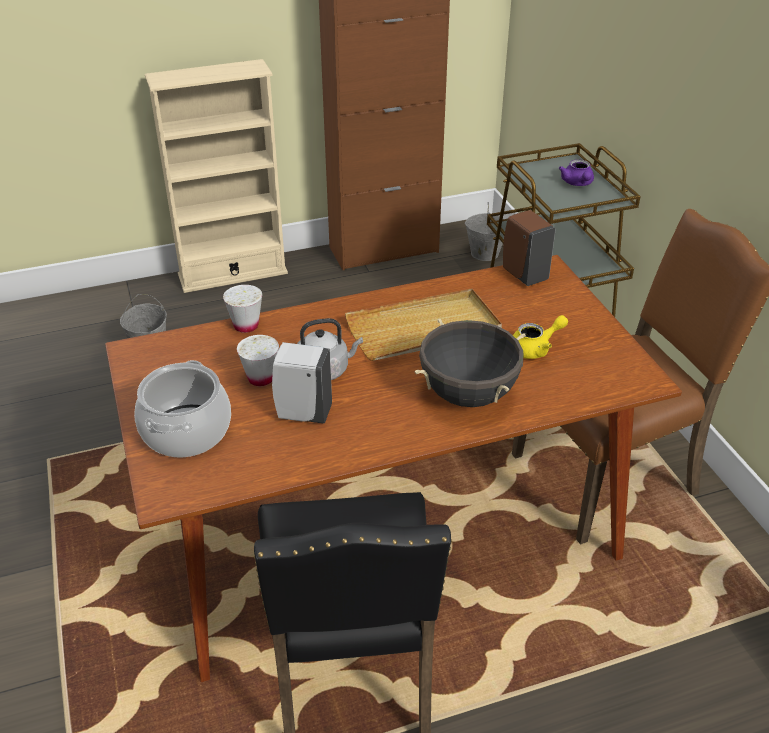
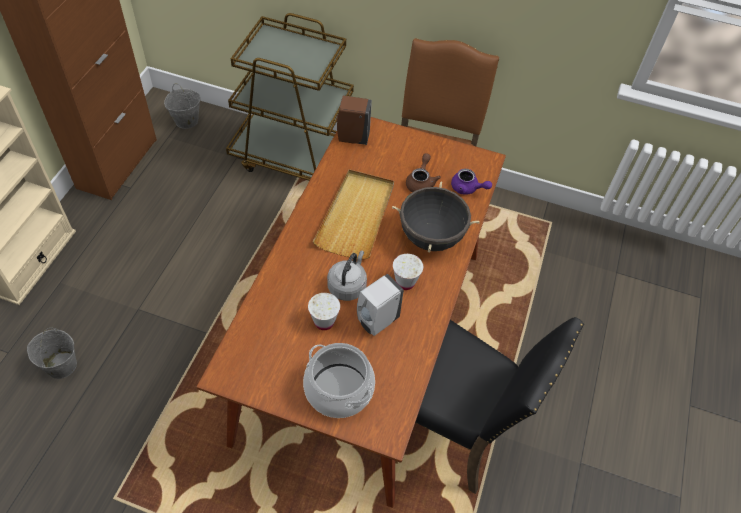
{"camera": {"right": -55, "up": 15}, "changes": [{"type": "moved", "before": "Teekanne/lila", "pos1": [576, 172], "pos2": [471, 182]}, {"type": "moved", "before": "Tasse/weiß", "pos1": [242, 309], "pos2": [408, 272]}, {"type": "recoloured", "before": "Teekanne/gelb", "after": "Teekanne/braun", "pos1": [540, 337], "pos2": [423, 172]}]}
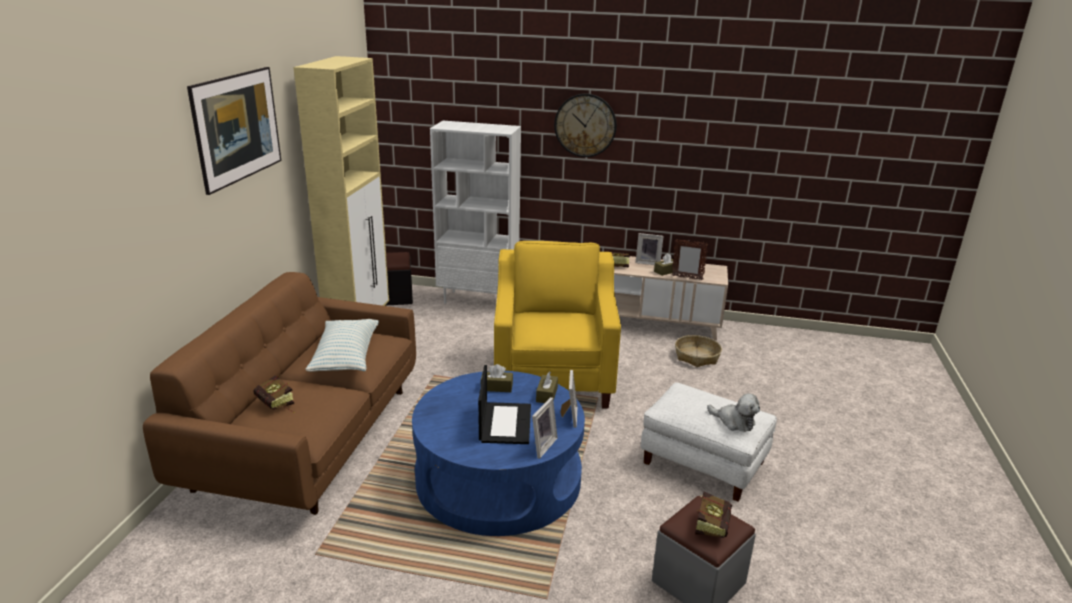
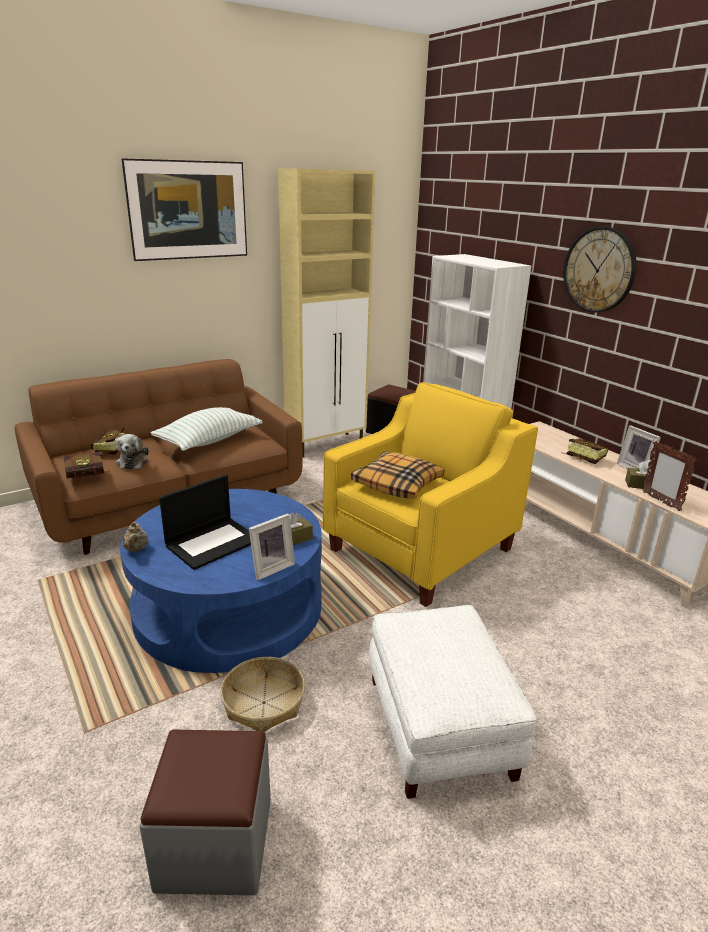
{"camera": {"right": 45, "up": 0}, "changes": [{"type": "moved", "before": "Korb", "pos1": [698, 351], "pos2": [263, 694]}, {"type": "removed", "before": "Taschentuchbox/braun", "pos1": [497, 378]}, {"type": "moved", "before": "Plüschtier", "pos1": [733, 412], "pos2": [132, 452]}, {"type": "removed", "before": "Bilderrahmen", "pos1": [545, 428]}, {"type": "moved", "before": "Buch", "pos1": [713, 515], "pos2": [88, 465]}, {"type": "added", "after": "Kissen", "pos2": [397, 475]}, {"type": "added", "after": "Teekanne/beige", "pos2": [136, 537]}]}
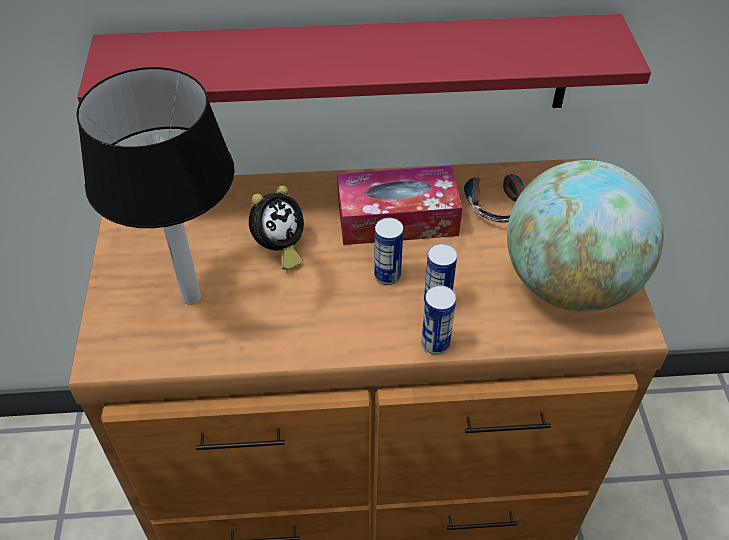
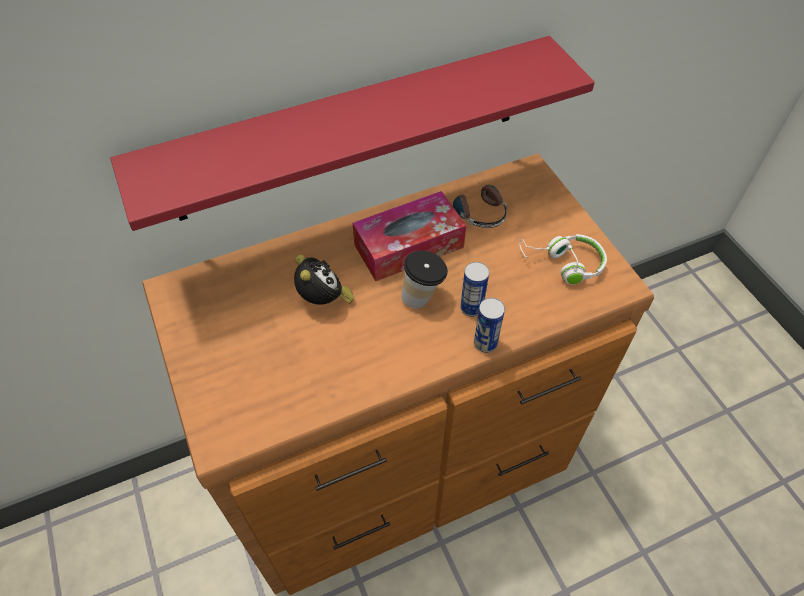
{"camera": {"right": -20, "up": 5}, "changes": [{"type": "removed", "before": "Tischlampe", "pos1": [155, 186]}, {"type": "replaced", "before": "Globus", "after": "Kopfhörer/weiß", "pos1": [585, 236], "pos2": [563, 259]}, {"type": "turned", "before": "Wecker", "pos1": [276, 227], "pos2": [324, 279], "turn": -45}, {"type": "replaced", "before": "Dose", "after": "Tasse", "pos1": [388, 251], "pos2": [424, 280]}]}
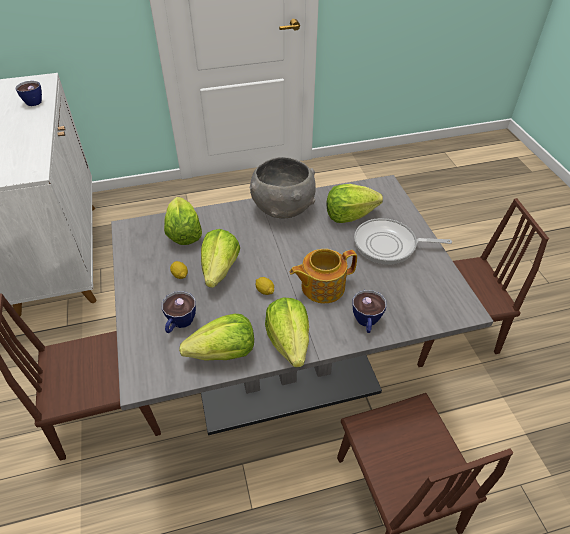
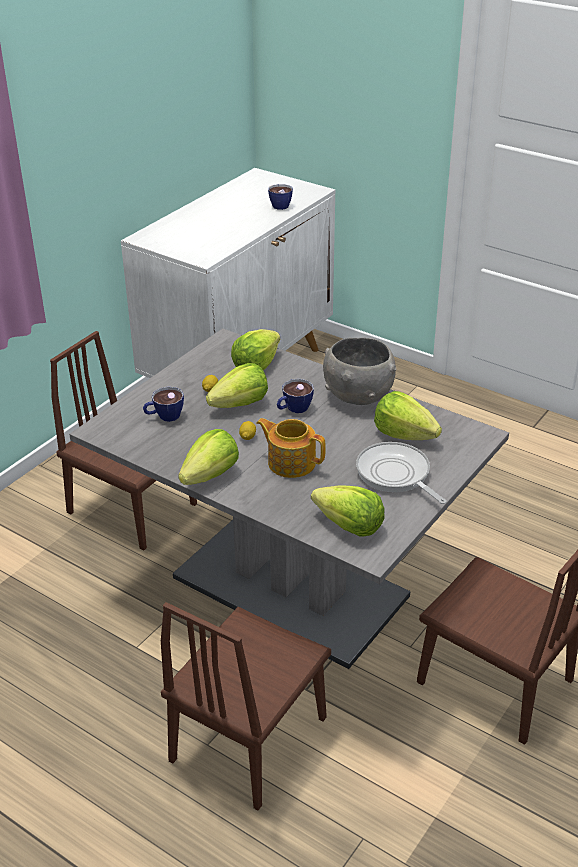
{"camera": {"right": 50, "up": -10}, "changes": [{"type": "moved", "before": "Tasse", "pos1": [370, 311], "pos2": [295, 396]}, {"type": "moved", "before": "Salatkopf", "pos1": [216, 337], "pos2": [348, 511]}]}
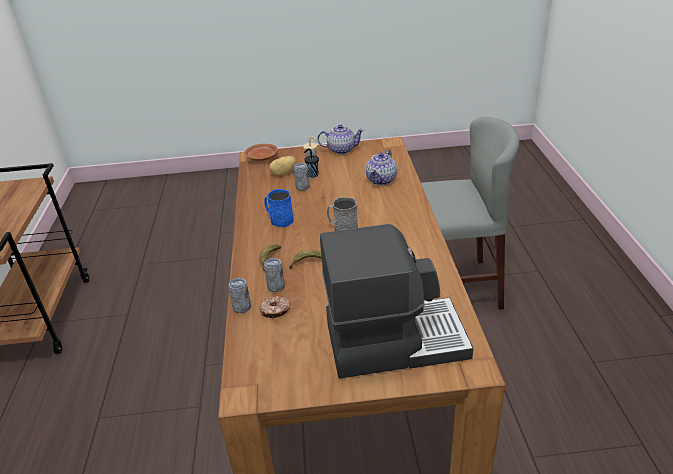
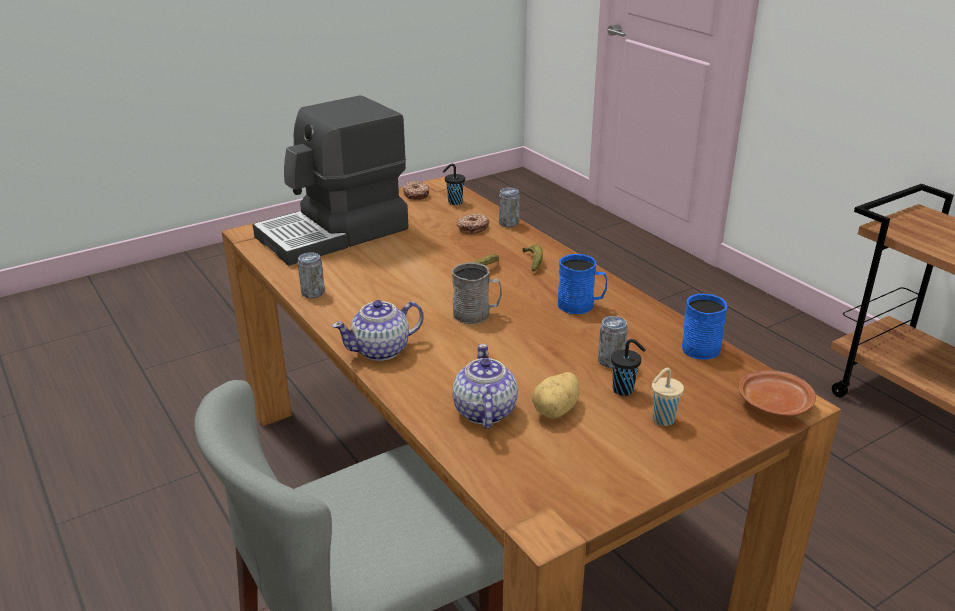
{"camera": {"right": 150, "up": -5}, "changes": [{"type": "moved", "before": "Teekanne", "pos1": [340, 139], "pos2": [378, 330]}, {"type": "moved", "before": "Kartoffel", "pos1": [283, 165], "pos2": [555, 395]}, {"type": "moved", "before": "Dose", "pos1": [274, 275], "pos2": [311, 275]}, {"type": "added", "after": "Tasse/schwarz", "pos2": [453, 184]}, {"type": "added", "after": "Donut", "pos2": [416, 190]}, {"type": "added", "after": "Henkelbecher/blau", "pos2": [705, 327]}]}
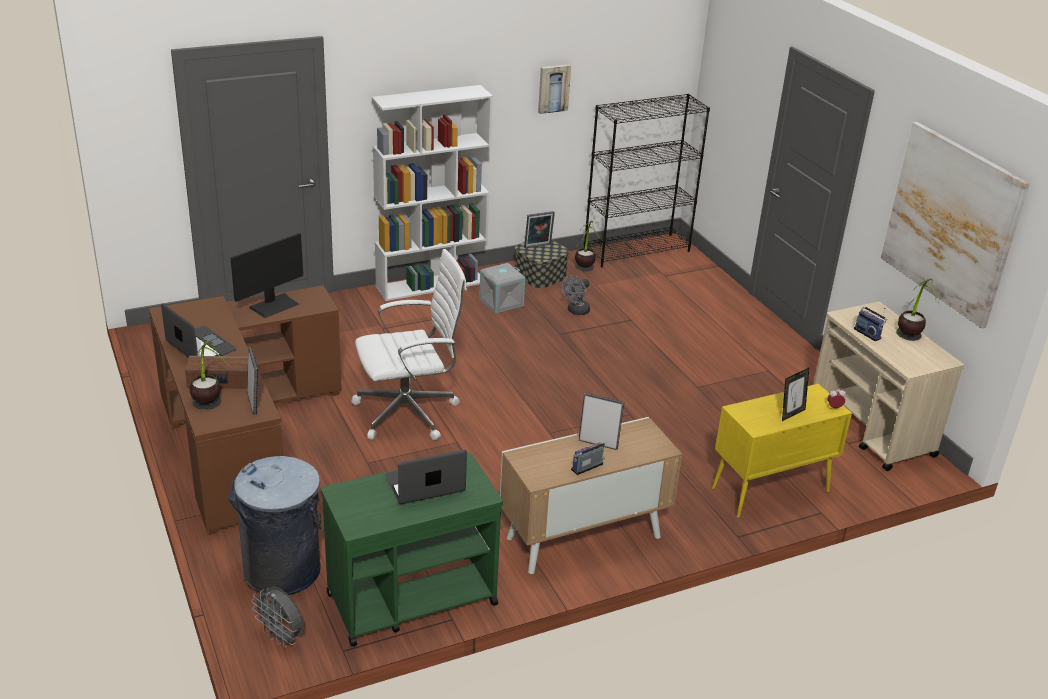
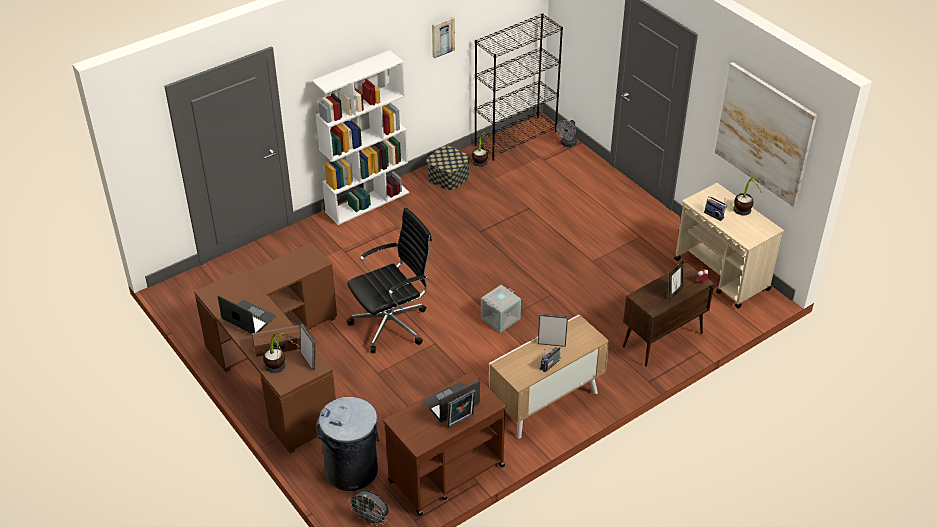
{"camera": {"right": -10, "up": 10}, "changes": [{"type": "moved", "before": "Bilderrahmen", "pos1": [539, 229], "pos2": [461, 409]}, {"type": "removed", "before": "Monitor", "pos1": [266, 275]}, {"type": "recoloured", "before": "Bürostuhl/weiß", "after": "Bürostuhl/schwarz", "pos1": [409, 344], "pos2": [389, 280]}, {"type": "moved", "before": "Aufbewahrungsbox/grau", "pos1": [502, 288], "pos2": [501, 309]}, {"type": "moved", "before": "Ventilator/grau", "pos1": [576, 295], "pos2": [566, 133]}, {"type": "recoloured", "before": "Schrank/gelb", "after": "Schrank/braun", "pos1": [782, 451], "pos2": [668, 315]}, {"type": "recoloured", "before": "Rollwagen/grün", "after": "Rollwagen/braun", "pos1": [412, 549], "pos2": [444, 444]}]}
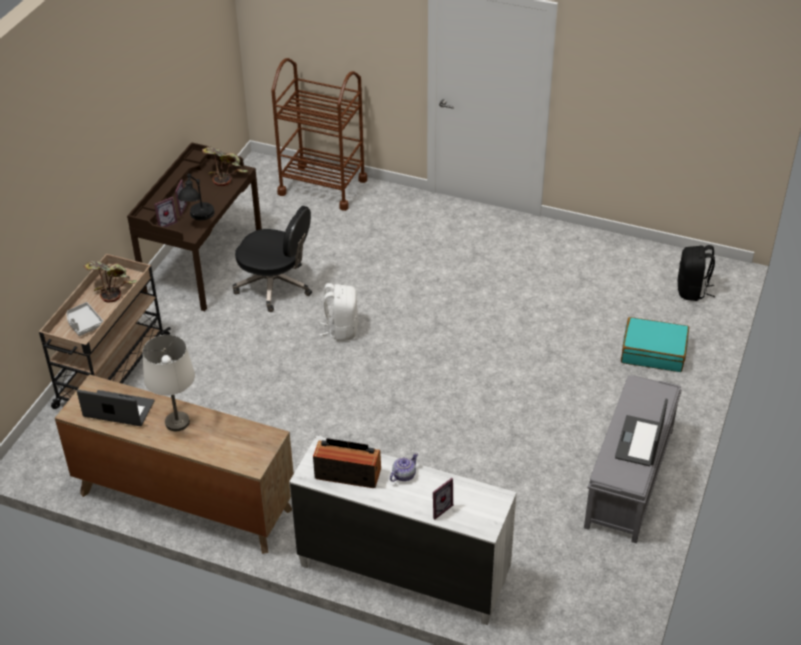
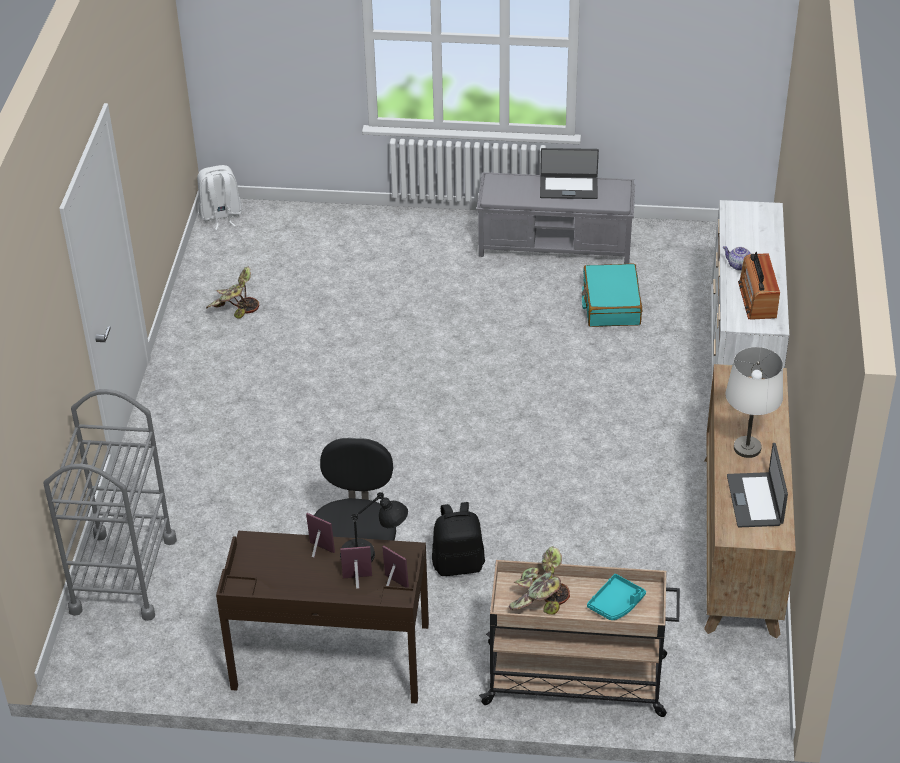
{"camera": {"right": -105, "up": 0}, "changes": [{"type": "recoloured", "before": "Rollwagen/braun", "after": "Rollwagen/grau", "pos1": [319, 134], "pos2": [110, 505]}, {"type": "moved", "before": "Topfpflanze", "pos1": [225, 166], "pos2": [232, 293]}, {"type": "moved", "before": "Rucksack/schwarz", "pos1": [696, 273], "pos2": [458, 539]}, {"type": "moved", "before": "Rucksack/weiß", "pos1": [338, 312], "pos2": [219, 197]}, {"type": "recoloured", "before": "Tablett/grau", "after": "Tablett/türkis", "pos1": [85, 319], "pos2": [616, 597]}, {"type": "moved", "before": "Koffer/türkis", "pos1": [655, 344], "pos2": [612, 295]}, {"type": "moved", "before": "Bilderrahmen", "pos1": [443, 499], "pos2": [320, 535]}]}
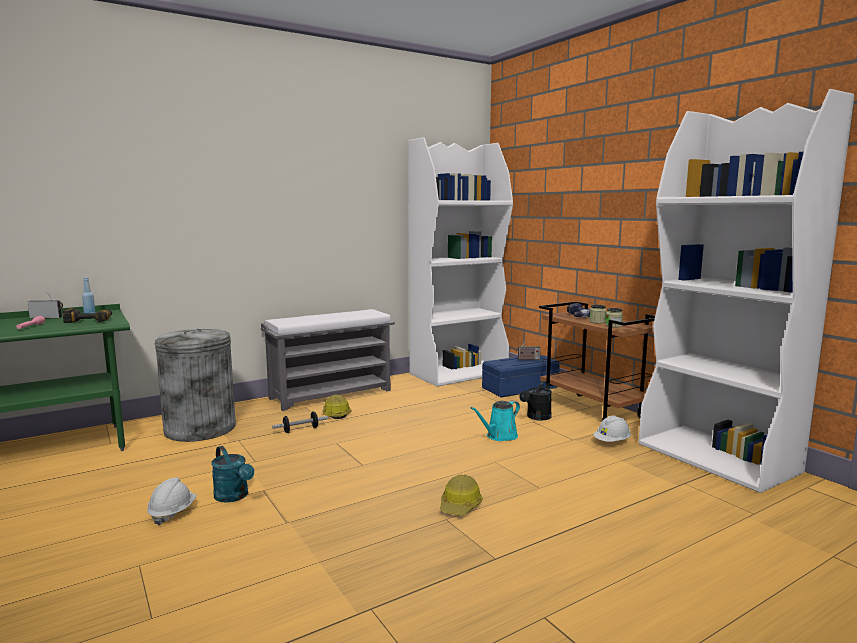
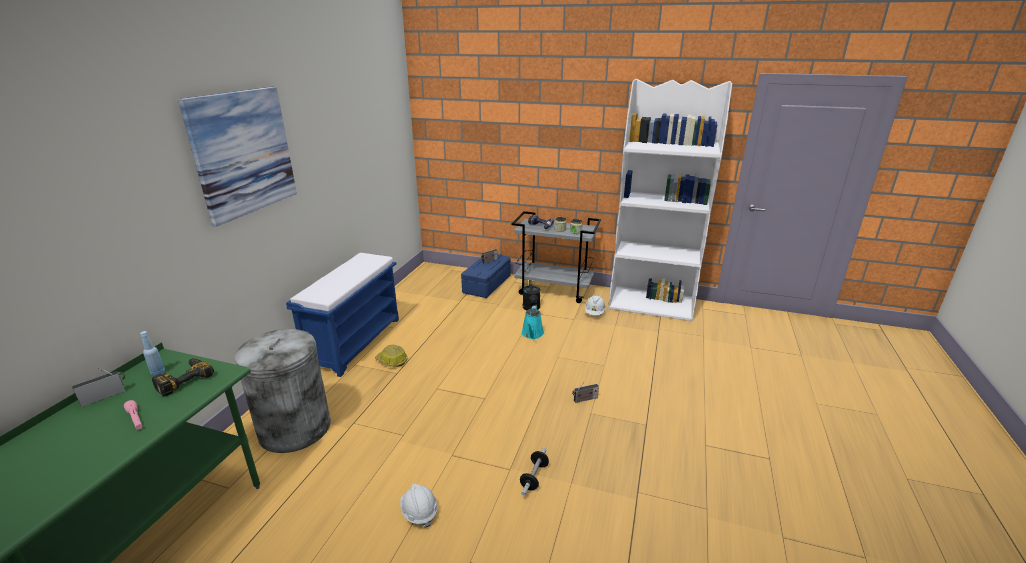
{"camera": {"right": -40, "up": 15}, "changes": [{"type": "removed", "before": "Bücherregal/weiß", "pos1": [460, 262]}, {"type": "recoloured", "before": "Rollwagen/braun", "after": "Rollwagen/grau", "pos1": [597, 361], "pos2": [556, 257]}, {"type": "recoloured", "before": "Bank/grau", "after": "Bank/blau", "pos1": [328, 360], "pos2": [342, 315]}, {"type": "moved", "before": "Hantel", "pos1": [300, 422], "pos2": [534, 471]}, {"type": "removed", "before": "Gießkanne/türkis", "pos1": [232, 474]}, {"type": "replaced", "before": "Schutzhelm", "after": "Radio", "pos1": [461, 494], "pos2": [585, 392]}, {"type": "added", "after": "Bild", "pos2": [237, 157]}]}
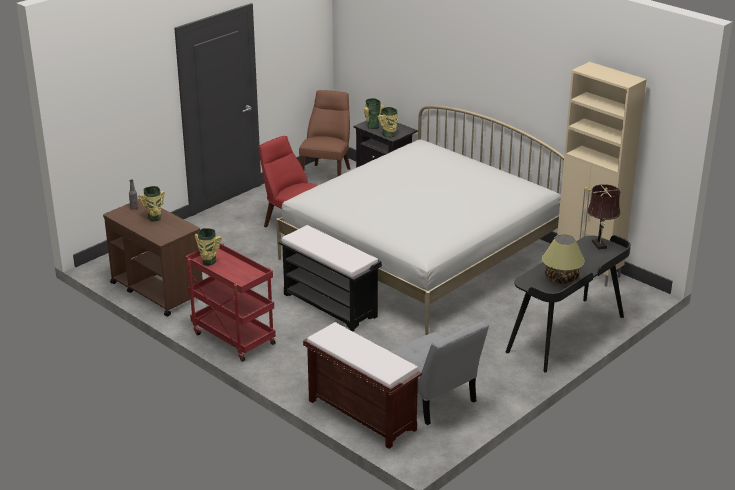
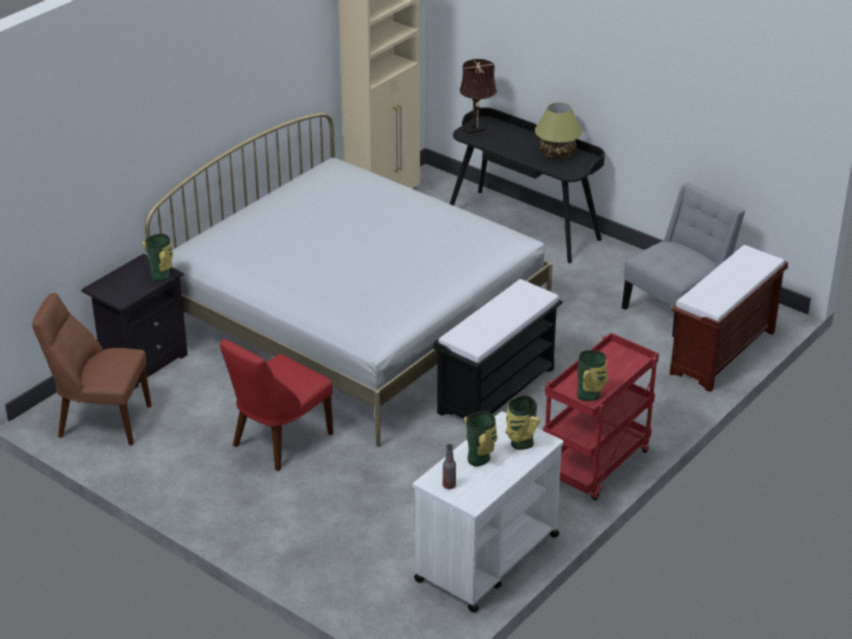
{"camera": {"right": -95, "up": 5}, "changes": [{"type": "moved", "before": "Vase", "pos1": [374, 113], "pos2": [522, 422]}, {"type": "recoloured", "before": "Rollwagen/braun", "after": "Rollwagen/weiß", "pos1": [153, 258], "pos2": [488, 512]}]}
